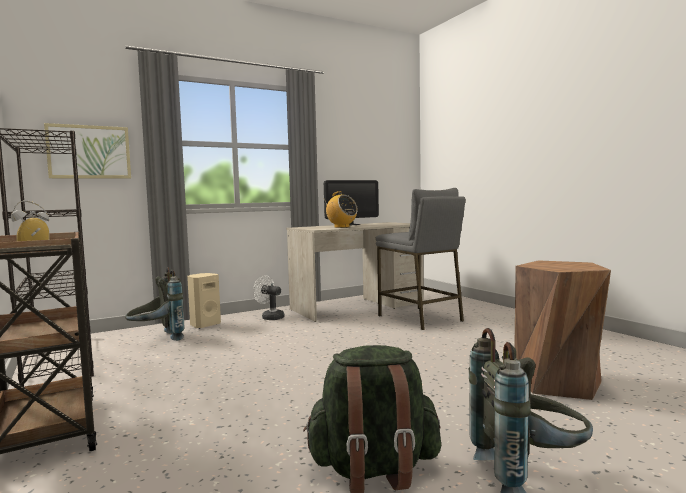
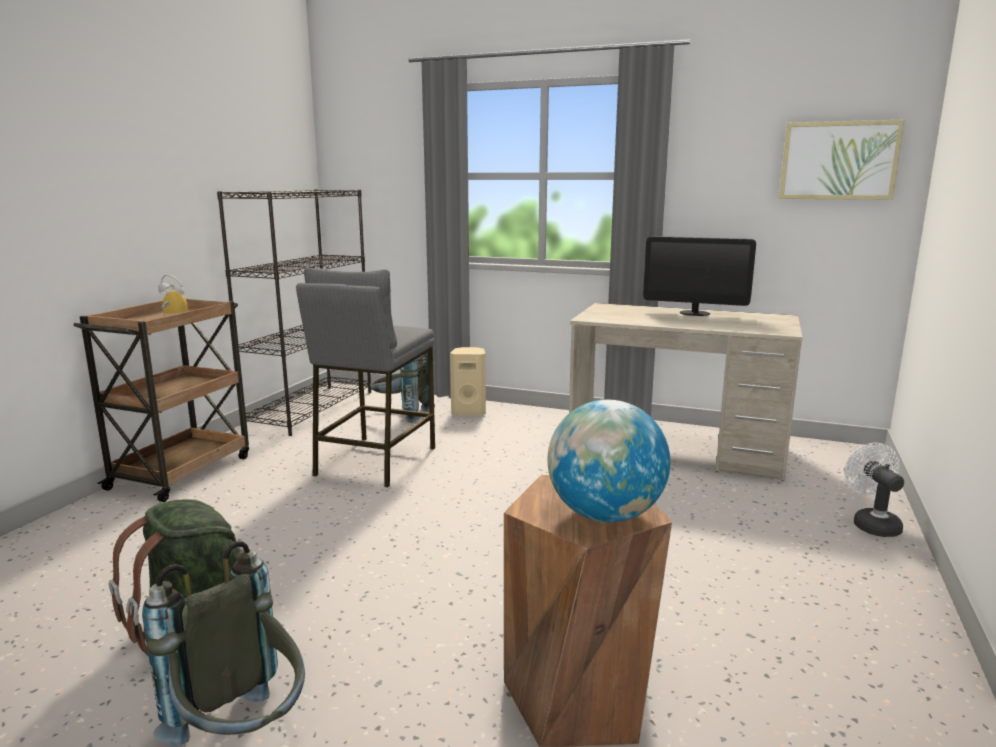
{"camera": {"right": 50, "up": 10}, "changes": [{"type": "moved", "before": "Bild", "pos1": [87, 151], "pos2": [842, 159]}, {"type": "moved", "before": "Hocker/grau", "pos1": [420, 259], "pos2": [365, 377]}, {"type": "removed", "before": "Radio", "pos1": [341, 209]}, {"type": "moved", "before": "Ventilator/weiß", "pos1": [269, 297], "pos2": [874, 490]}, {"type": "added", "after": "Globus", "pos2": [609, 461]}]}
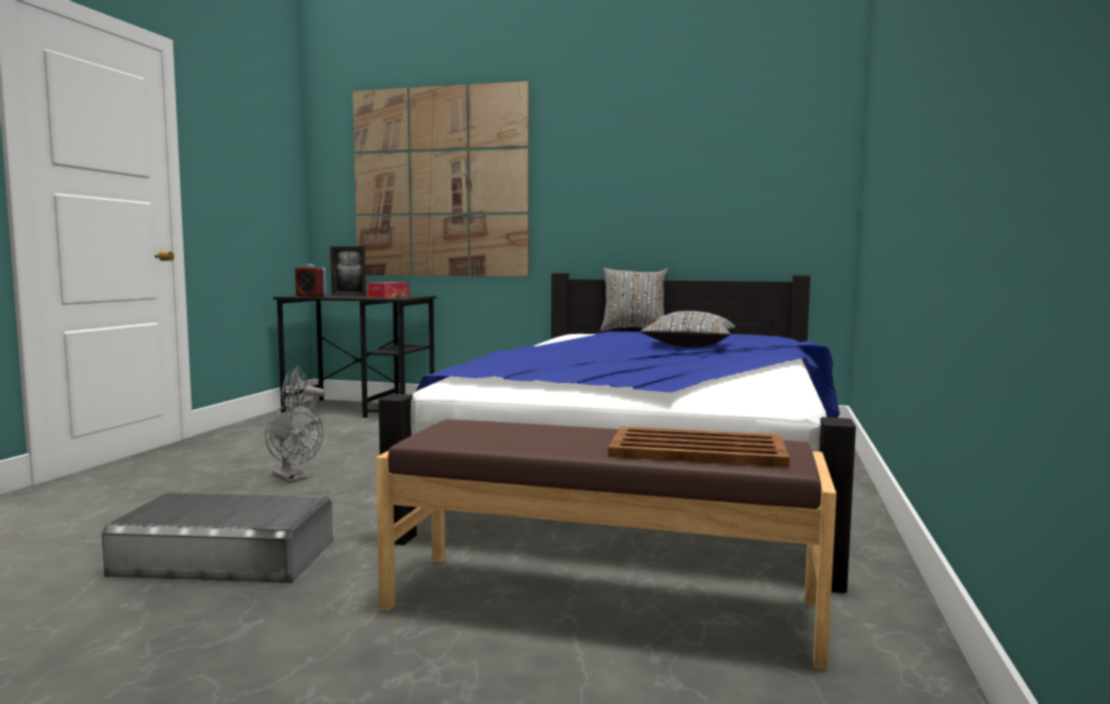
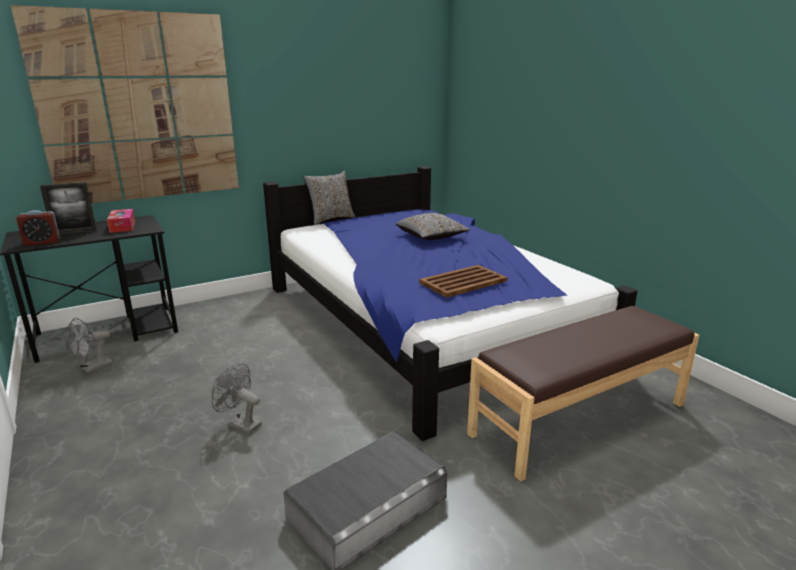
{"camera": {"right": -45, "up": 15}, "changes": [{"type": "turned", "before": "Ventilator/grau", "pos1": [294, 443], "pos2": [236, 398], "turn": -150}, {"type": "moved", "before": "Tablett/braun", "pos1": [699, 446], "pos2": [463, 281]}]}
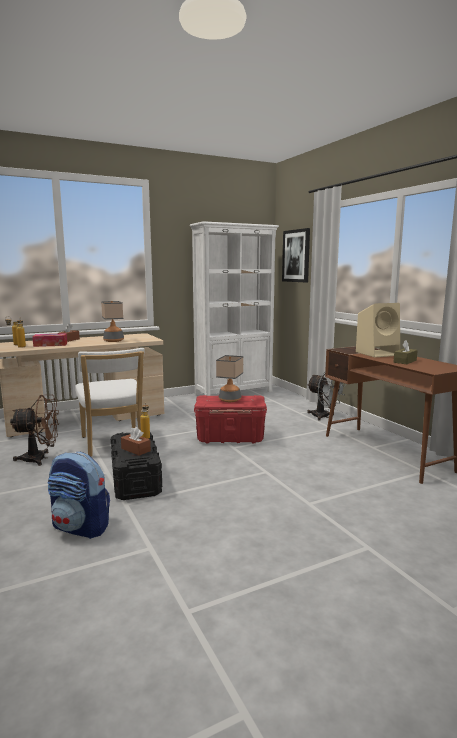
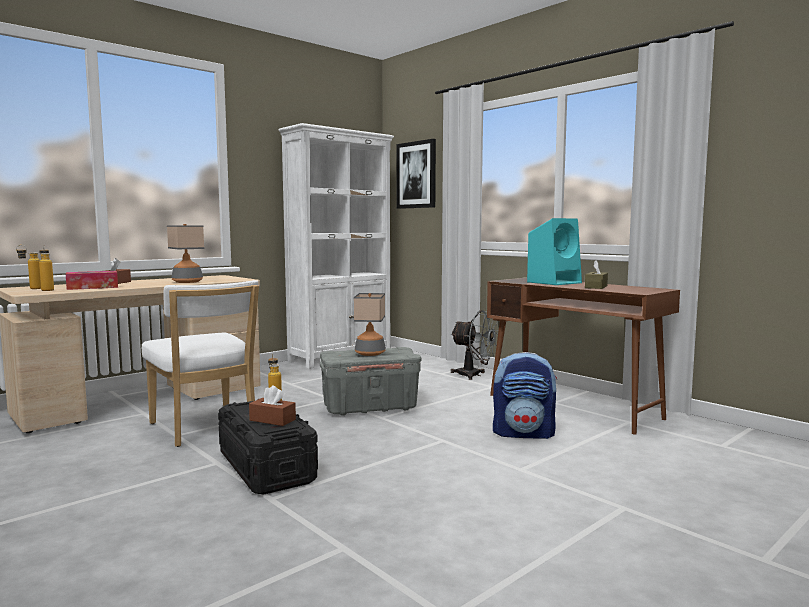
{"camera": {"right": -15, "up": -5}, "changes": [{"type": "recoloured", "before": "Lautsprecher/beige", "after": "Lautsprecher/türkis", "pos1": [378, 330], "pos2": [554, 251]}, {"type": "removed", "before": "Ventilator/braun", "pos1": [34, 430]}, {"type": "recoloured", "before": "Aufbewahrungsbox/rot", "after": "Aufbewahrungsbox/grau", "pos1": [230, 419], "pos2": [370, 381]}, {"type": "moved", "before": "Rucksack", "pos1": [79, 495], "pos2": [525, 395]}]}
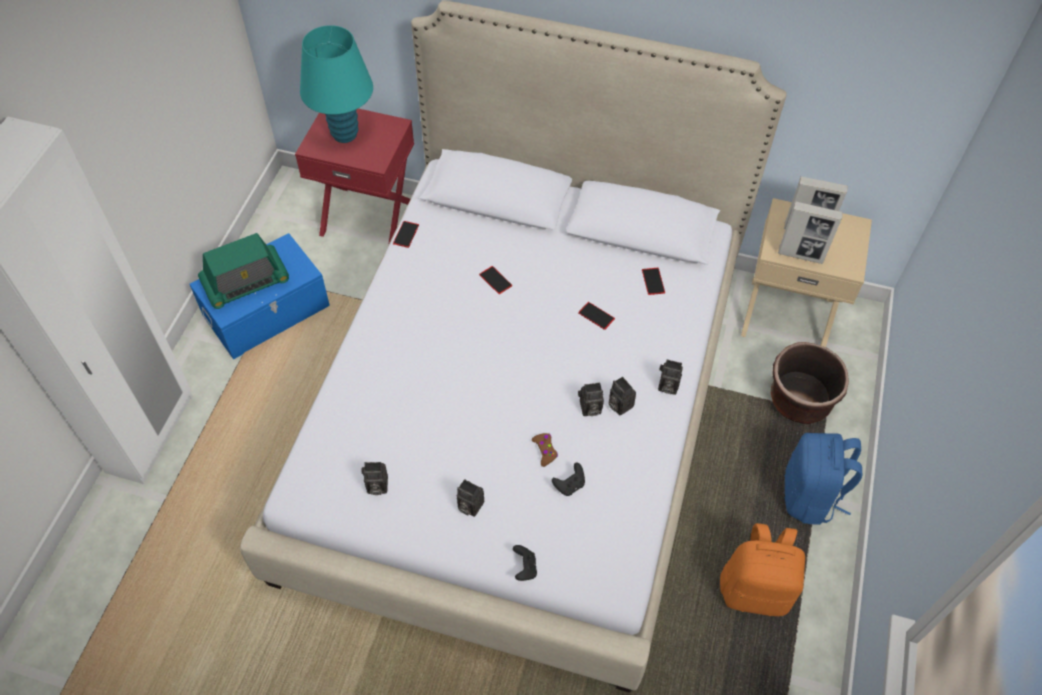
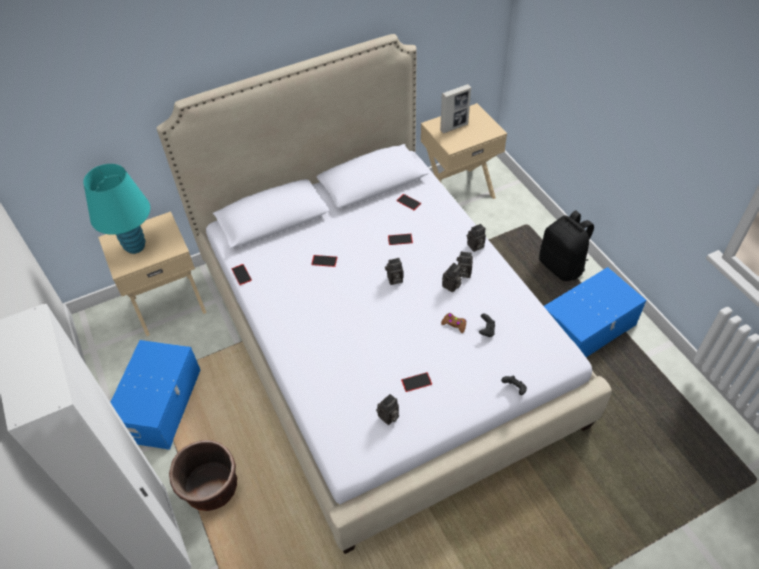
{"camera": {"right": -40, "up": -5}, "changes": [{"type": "recoloured", "before": "Nachttisch/rot", "after": "Nachttisch/beige", "pos1": [354, 177], "pos2": [152, 273]}, {"type": "removed", "before": "Bilderrahmen", "pos1": [810, 232]}, {"type": "removed", "before": "Radio", "pos1": [243, 271]}, {"type": "moved", "before": "Pflanzkübel/braun", "pos1": [810, 383], "pos2": [203, 475]}, {"type": "recoloured", "before": "Rucksack/blau", "after": "Rucksack/schwarz", "pos1": [823, 479], "pos2": [566, 245]}, {"type": "moved", "before": "Kamera", "pos1": [470, 498], "pos2": [394, 271]}, {"type": "replaced", "before": "Rucksack/orange", "after": "Aufbewahrungsbox/blau", "pos1": [762, 569], "pos2": [595, 312]}, {"type": "added", "after": "Handy", "pos2": [416, 382]}]}
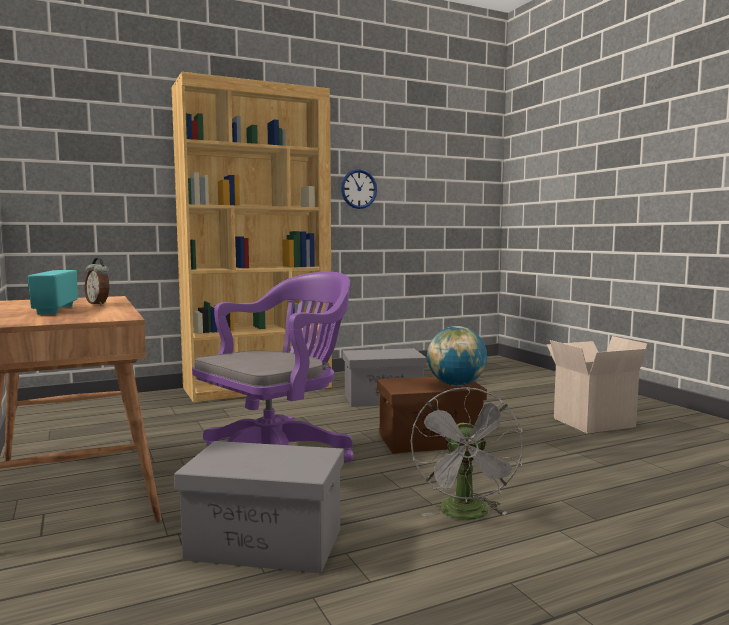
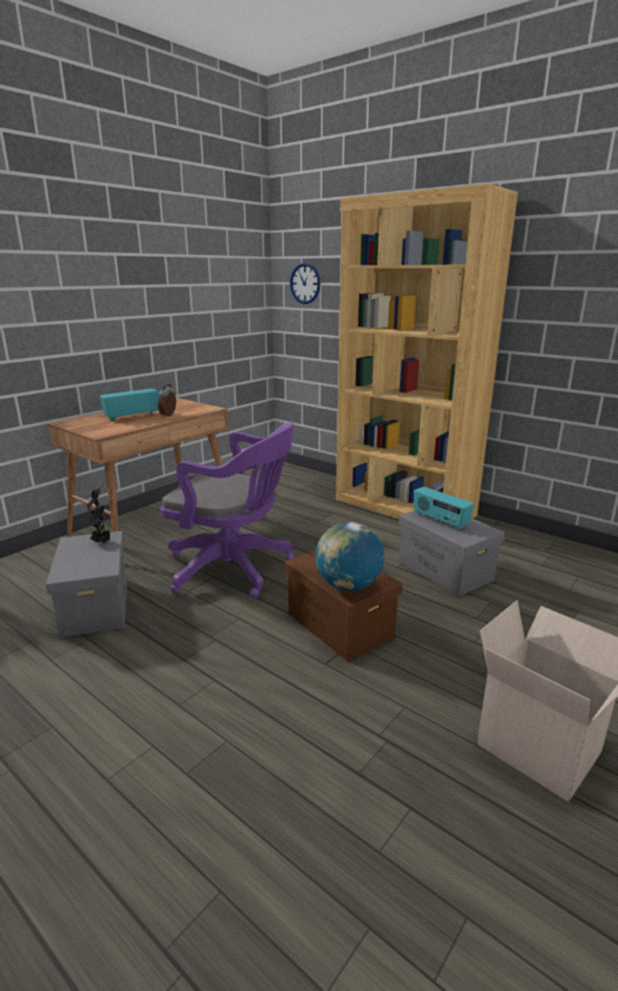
{"camera": {"right": 65, "up": 15}, "changes": [{"type": "moved", "before": "Wanduhr", "pos1": [359, 189], "pos2": [305, 283]}, {"type": "removed", "before": "Ventilator/grau", "pos1": [467, 453]}, {"type": "added", "after": "Radio", "pos2": [444, 508]}, {"type": "added", "after": "Topfpflanze", "pos2": [99, 516]}]}
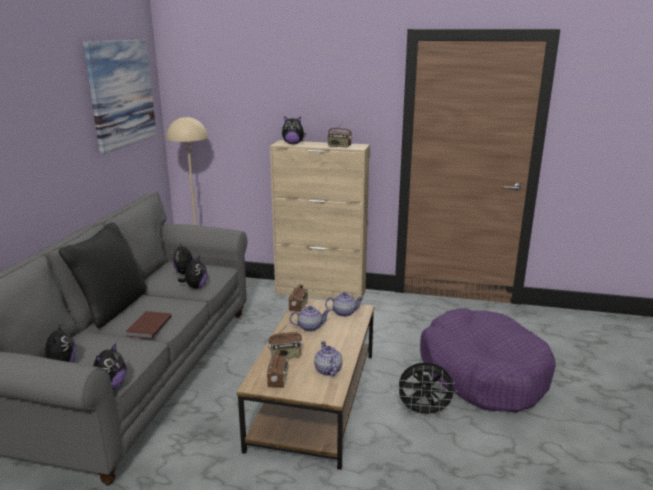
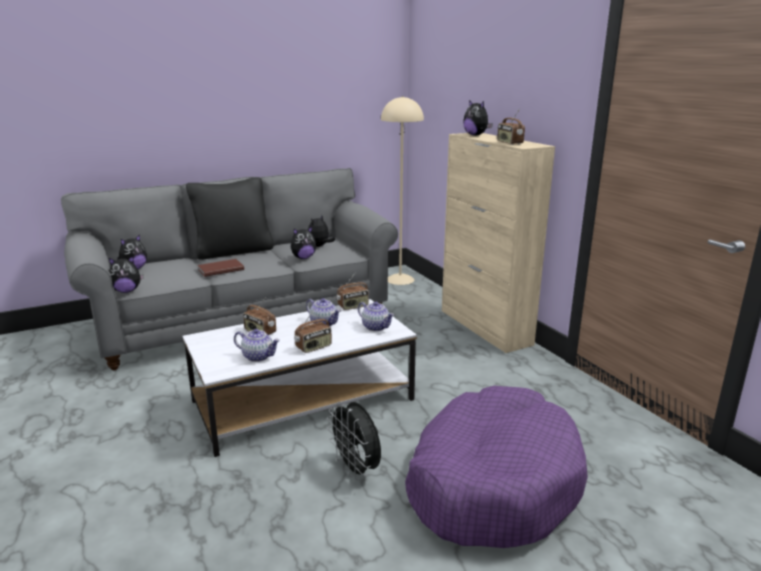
{"camera": {"right": 50, "up": 0}, "changes": [{"type": "removed", "before": "Bild", "pos1": [120, 97]}, {"type": "recoloured", "before": "Couchtisch/braun", "after": "Couchtisch/weiß", "pos1": [305, 384], "pos2": [300, 378]}, {"type": "turned", "before": "Teekanne", "pos1": [328, 358], "pos2": [257, 345], "turn": 75}, {"type": "moved", "before": "Radio", "pos1": [277, 369], "pos2": [313, 330]}]}
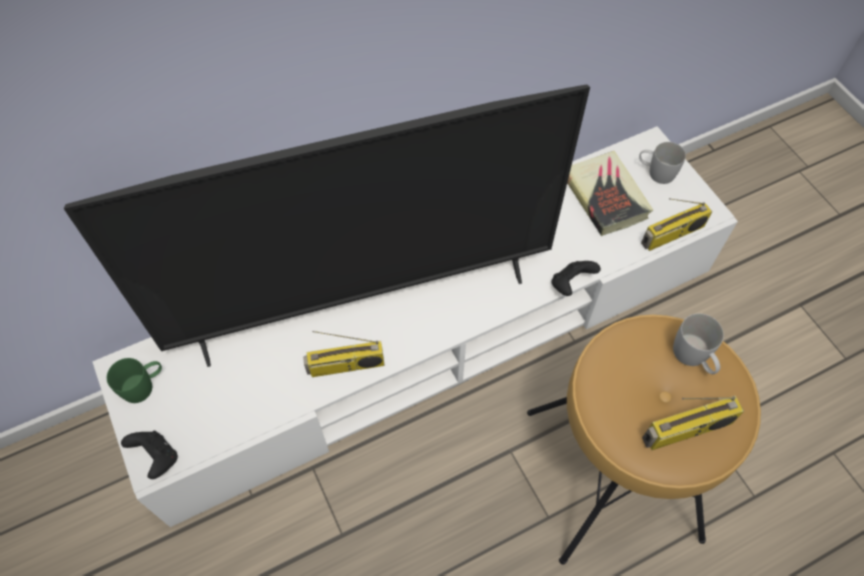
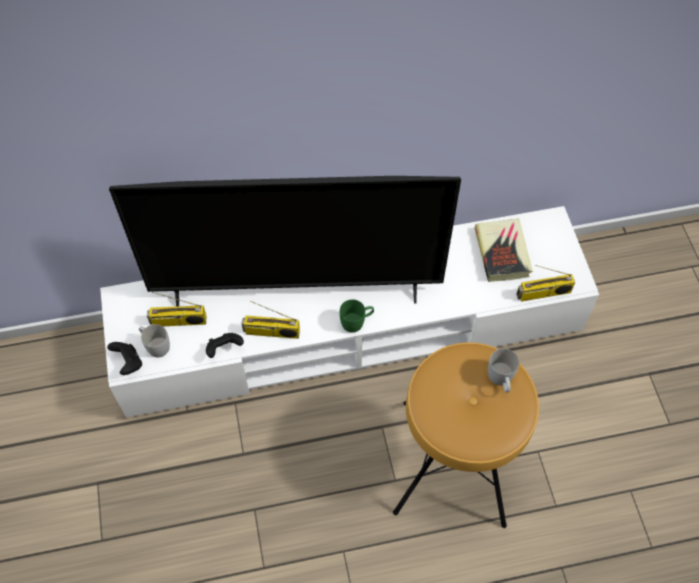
{"camera": {"right": 15, "up": 0}, "changes": [{"type": "moved", "before": "Henkelbecher/weiß", "pos1": [662, 163], "pos2": [154, 341]}, {"type": "moved", "before": "Gamepad/schwarz", "pos1": [576, 278], "pos2": [225, 345]}, {"type": "moved", "before": "Henkelbecher/grün", "pos1": [134, 380], "pos2": [357, 315]}, {"type": "moved", "before": "Radio", "pos1": [693, 423], "pos2": [176, 309]}]}
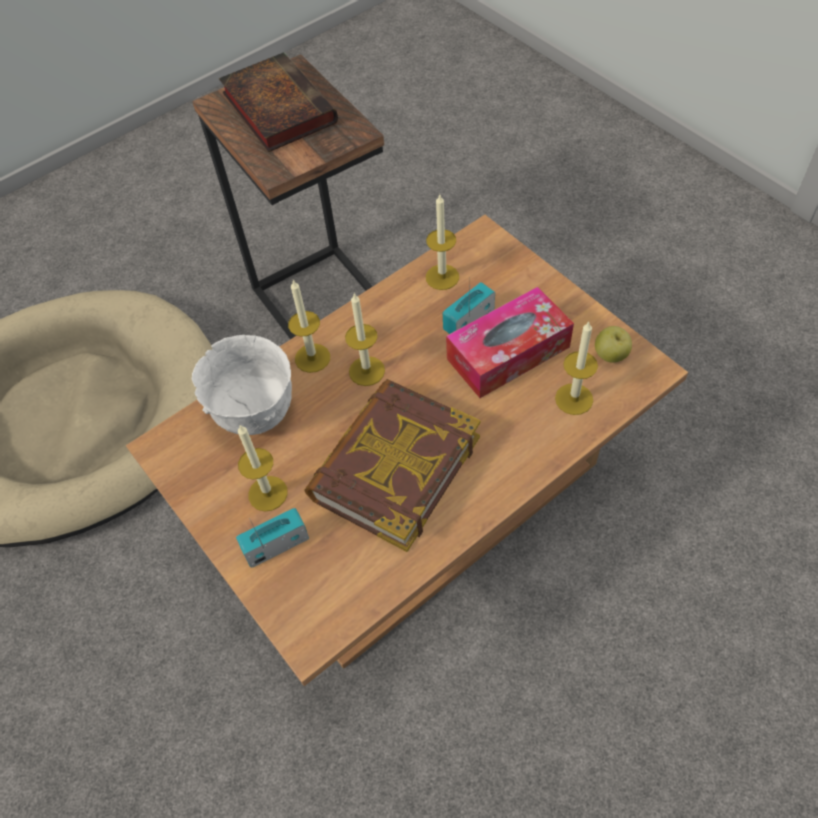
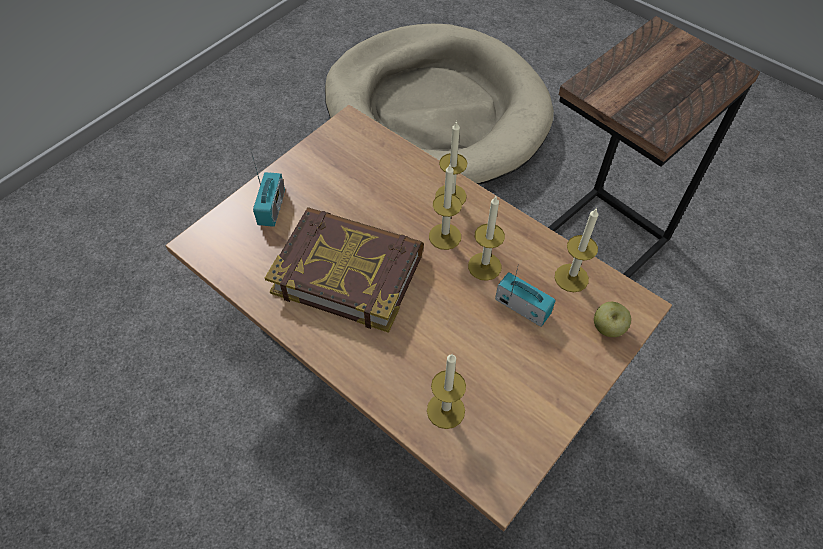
{"camera": {"right": 75, "up": 0}, "changes": [{"type": "removed", "before": "Buch", "pos1": [278, 102]}, {"type": "removed", "before": "Taschentuchbox", "pos1": [510, 342]}, {"type": "moved", "before": "Apfel", "pos1": [613, 344], "pos2": [612, 319]}, {"type": "removed", "before": "Schüssel/weiß", "pos1": [242, 385]}, {"type": "moved", "before": "Kerze", "pos1": [263, 467], "pos2": [486, 238]}, {"type": "turned", "before": "Radio", "pos1": [272, 538], "pos2": [267, 187], "turn": 45}]}
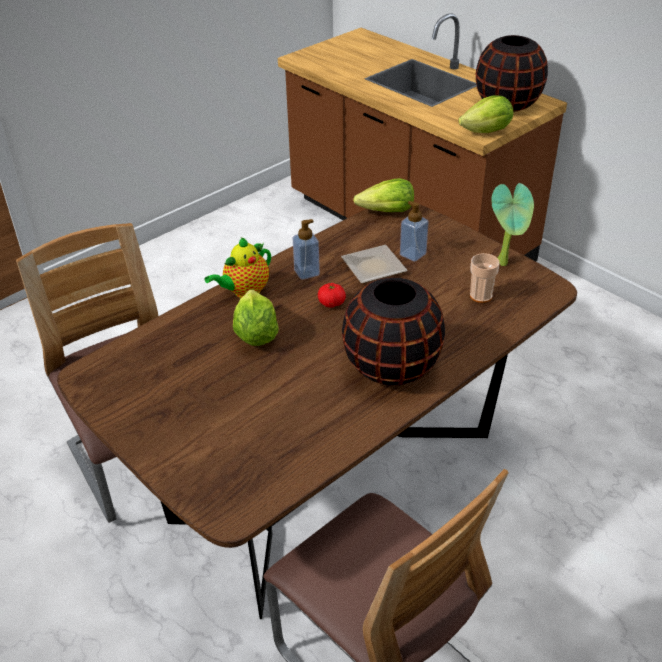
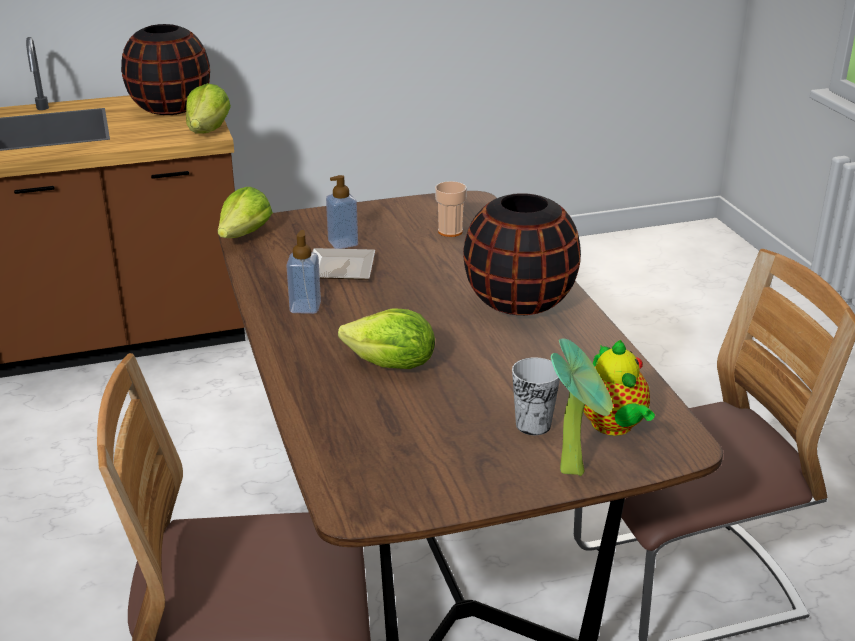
{"camera": {"right": -65, "up": -10}, "changes": [{"type": "moved", "before": "Topfpflanze", "pos1": [512, 224], "pos2": [582, 408]}, {"type": "moved", "before": "Teekanne", "pos1": [237, 267], "pos2": [619, 388]}, {"type": "removed", "before": "Tomate", "pos1": [332, 295]}, {"type": "added", "after": "Tasse", "pos2": [536, 396]}]}
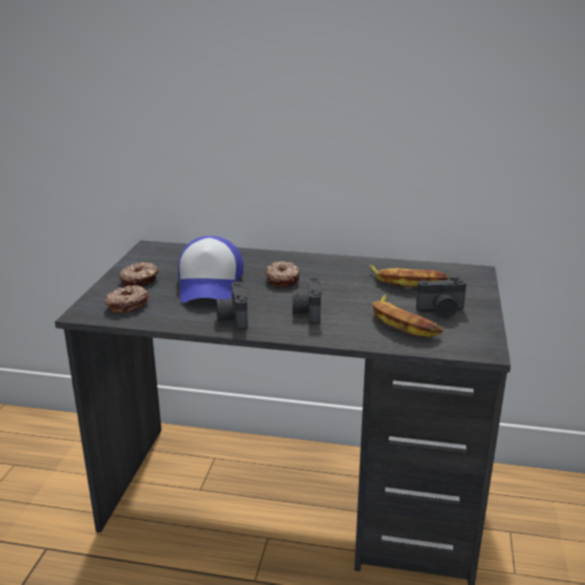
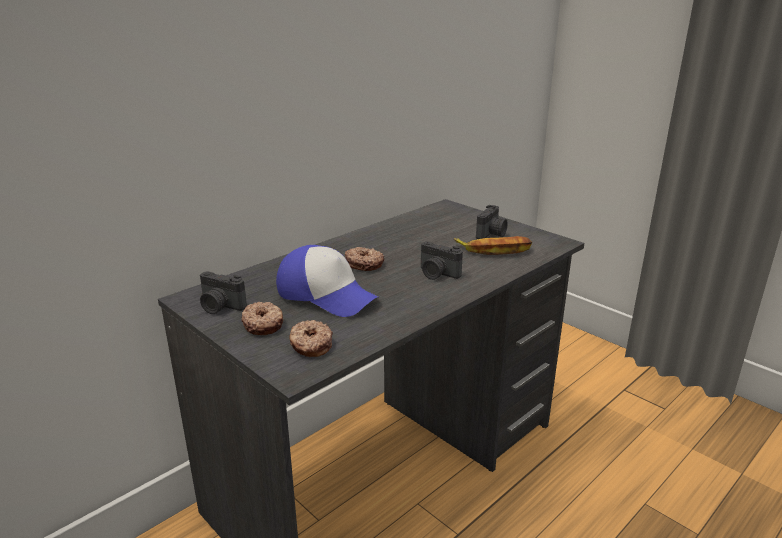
{"camera": {"right": -55, "up": 0}, "changes": [{"type": "removed", "before": "Banane", "pos1": [409, 276]}, {"type": "moved", "before": "Kamera", "pos1": [232, 306], "pos2": [223, 292]}]}
